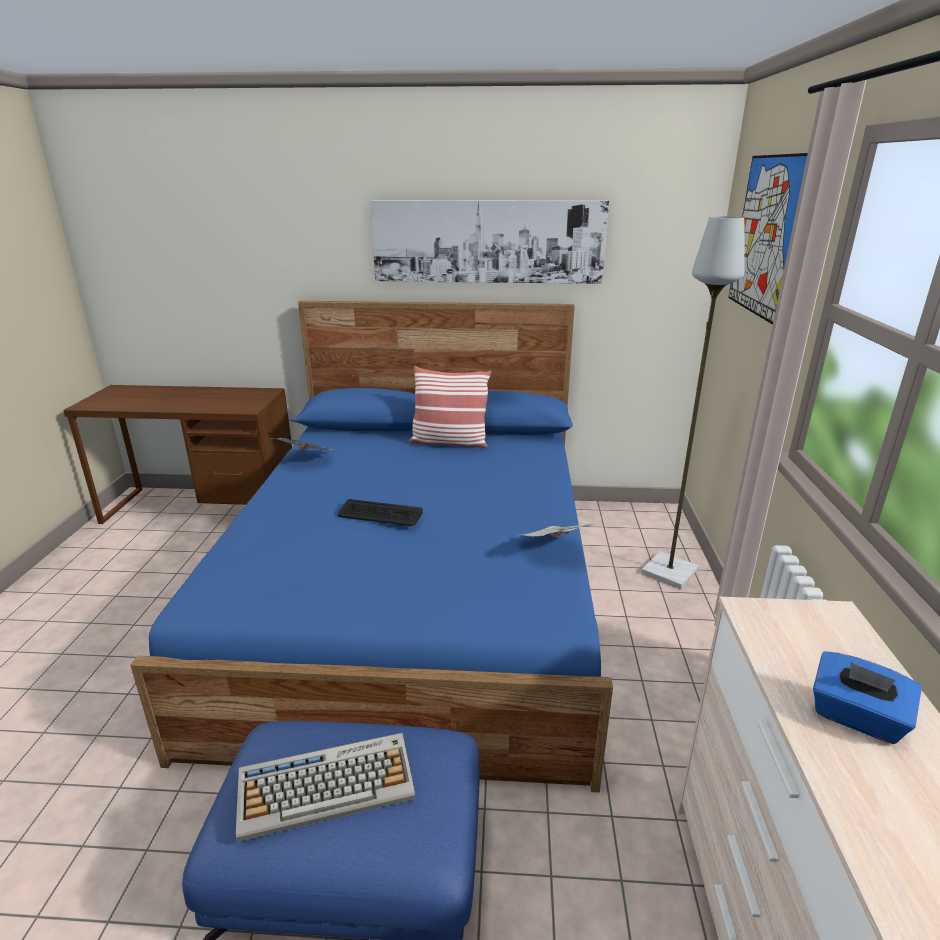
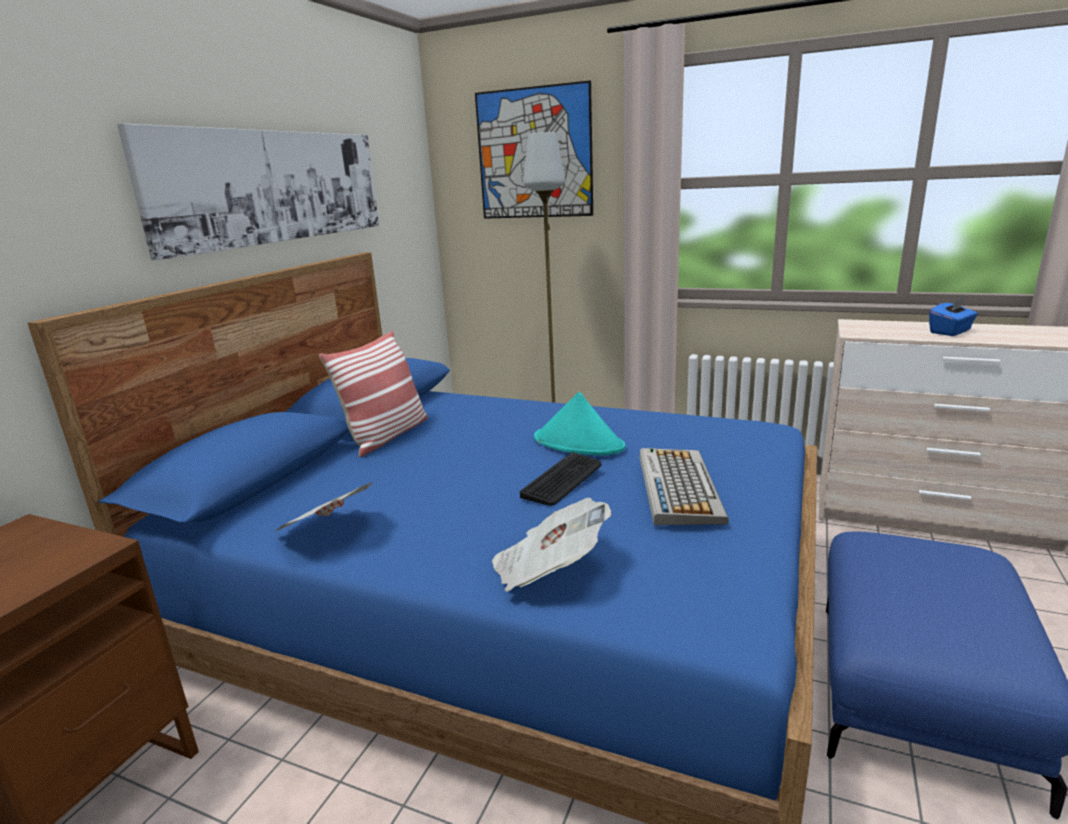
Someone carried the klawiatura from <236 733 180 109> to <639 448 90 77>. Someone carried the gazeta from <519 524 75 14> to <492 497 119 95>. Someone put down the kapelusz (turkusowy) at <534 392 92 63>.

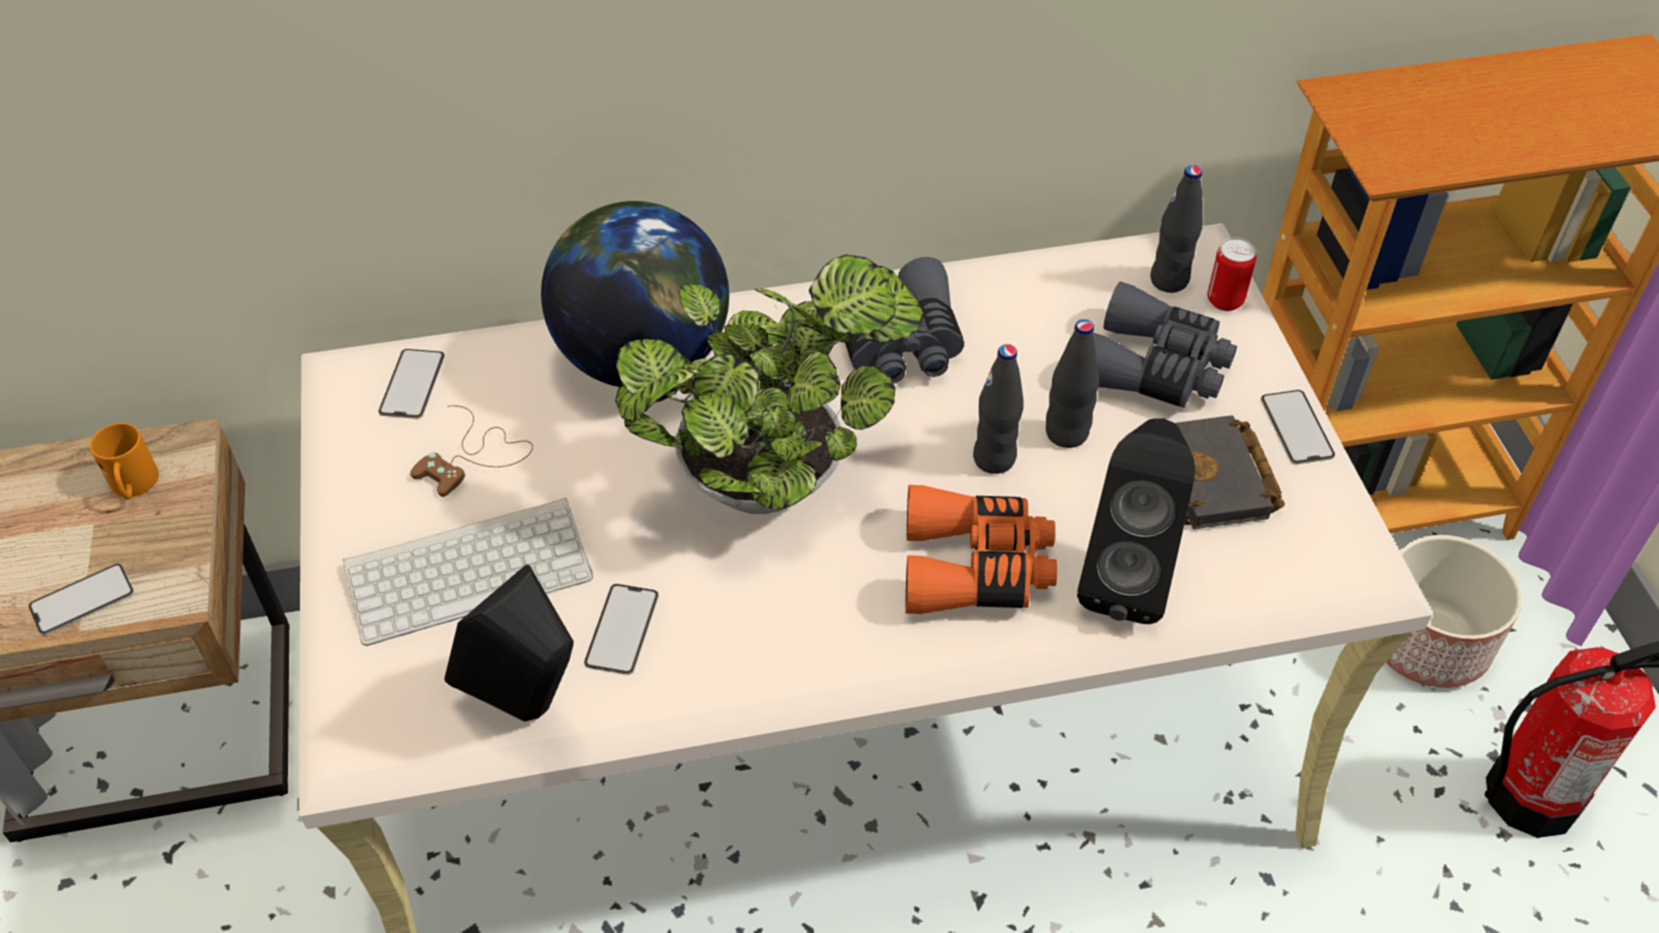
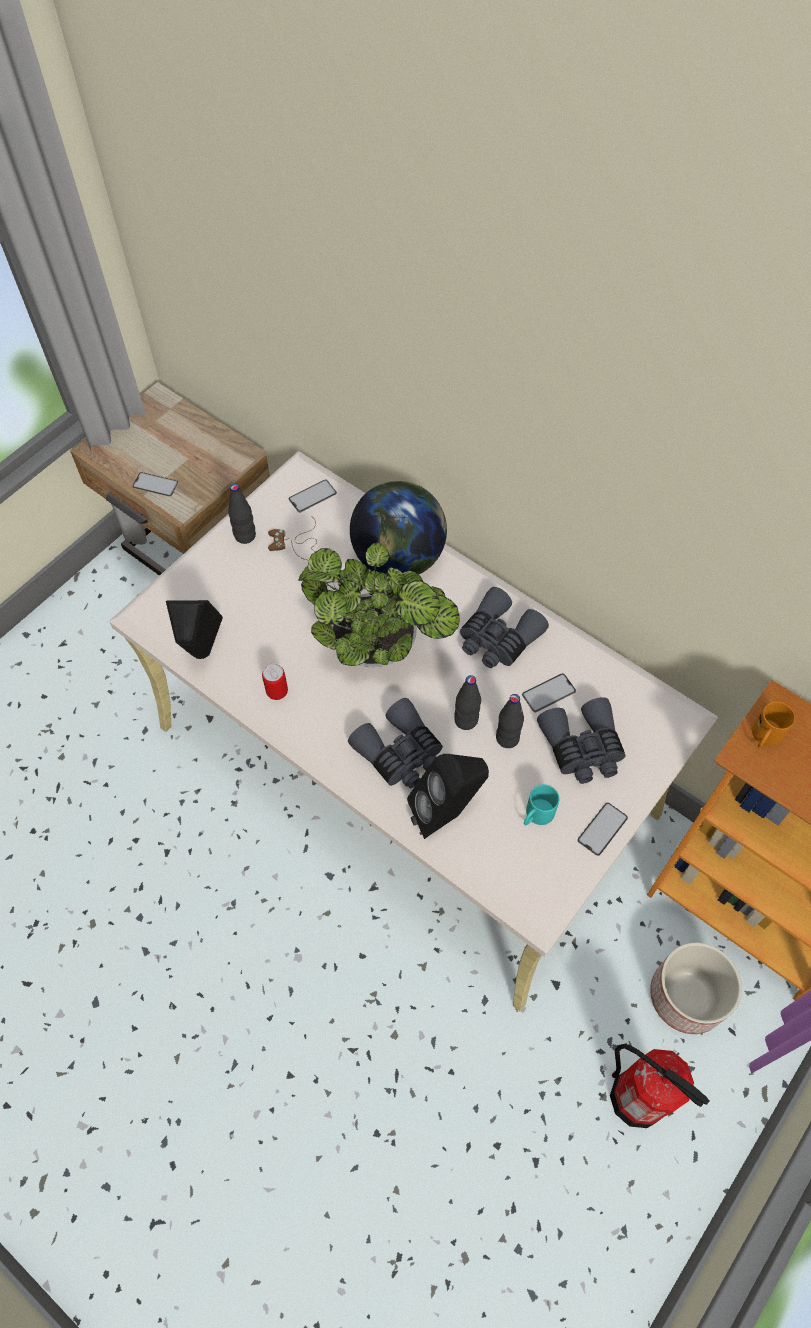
Someone carried the kubek (pomarańczowy) from <90 423 69 77> to <752 701 43 47>. Someone took away the klawiatura at <343 498 250 148>. Someone carried the telefon from <584 584 75 91> to <522 673 54 39>. Someone repainted the lornetka (pomarańczowy) at <905 485 152 129>, which became the lornetka (szary) at <348 698 95 90>. Someone carried the butelka (czarny) from <1150 165 53 128> to <228 484 28 60>. Someone swapped the książka (czarny) at <1175 415 110 114> for the kubek (turkusowy) at <524 784 35 41>. Someone carried the puszka from <1207 238 50 73> to <262 663 26 37>.

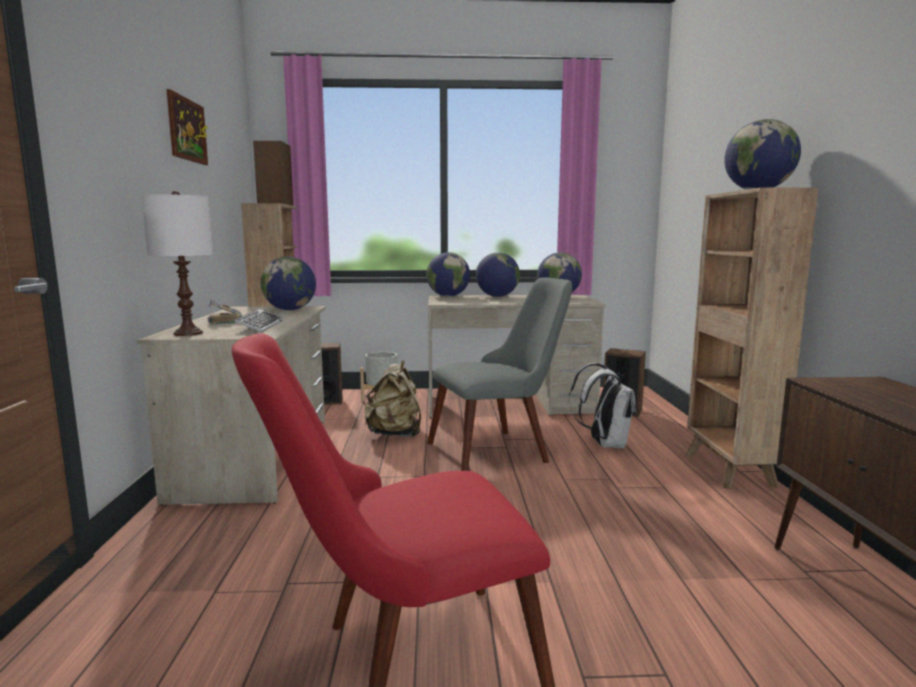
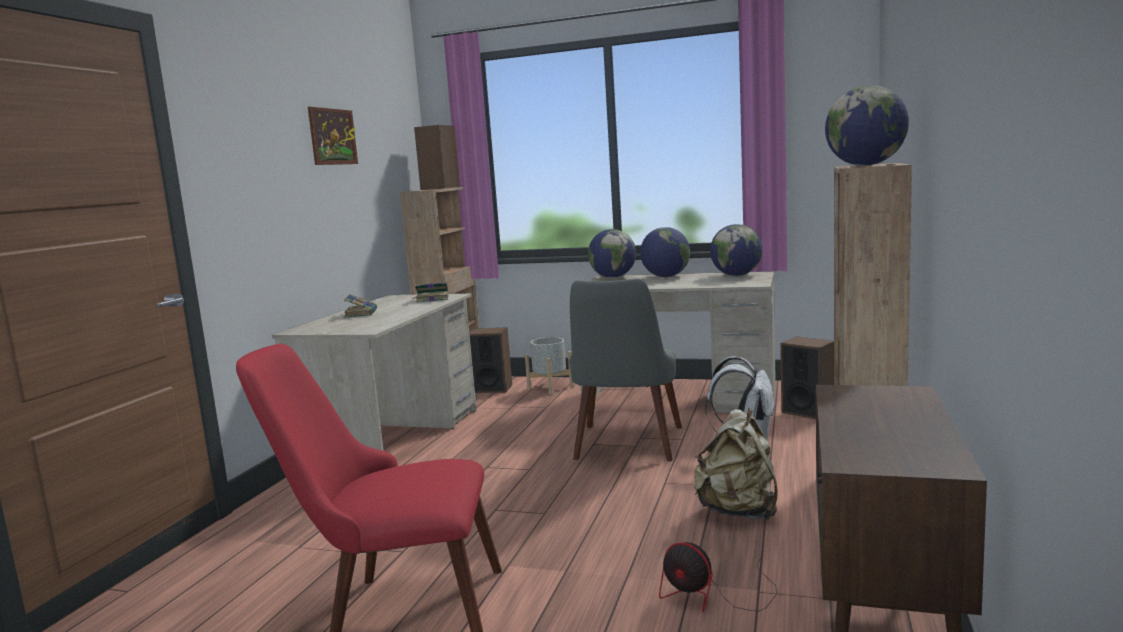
Someone took away the lampa stołowa (biały) at <141 191 72 145>. Someone took away the klawiatura at <234 309 49 23>. Someone swapped the globus at <261 256 55 54> for the książka at <411 282 38 21>. Someone carried the plecak (beżowy) from <365 361 56 76> to <694 408 84 112>. Someone rotated the krzesło (szary) at <428 277 144 194> by 105 degrees clockwise. Someone put down the wentylator at <659 542 119 70>.

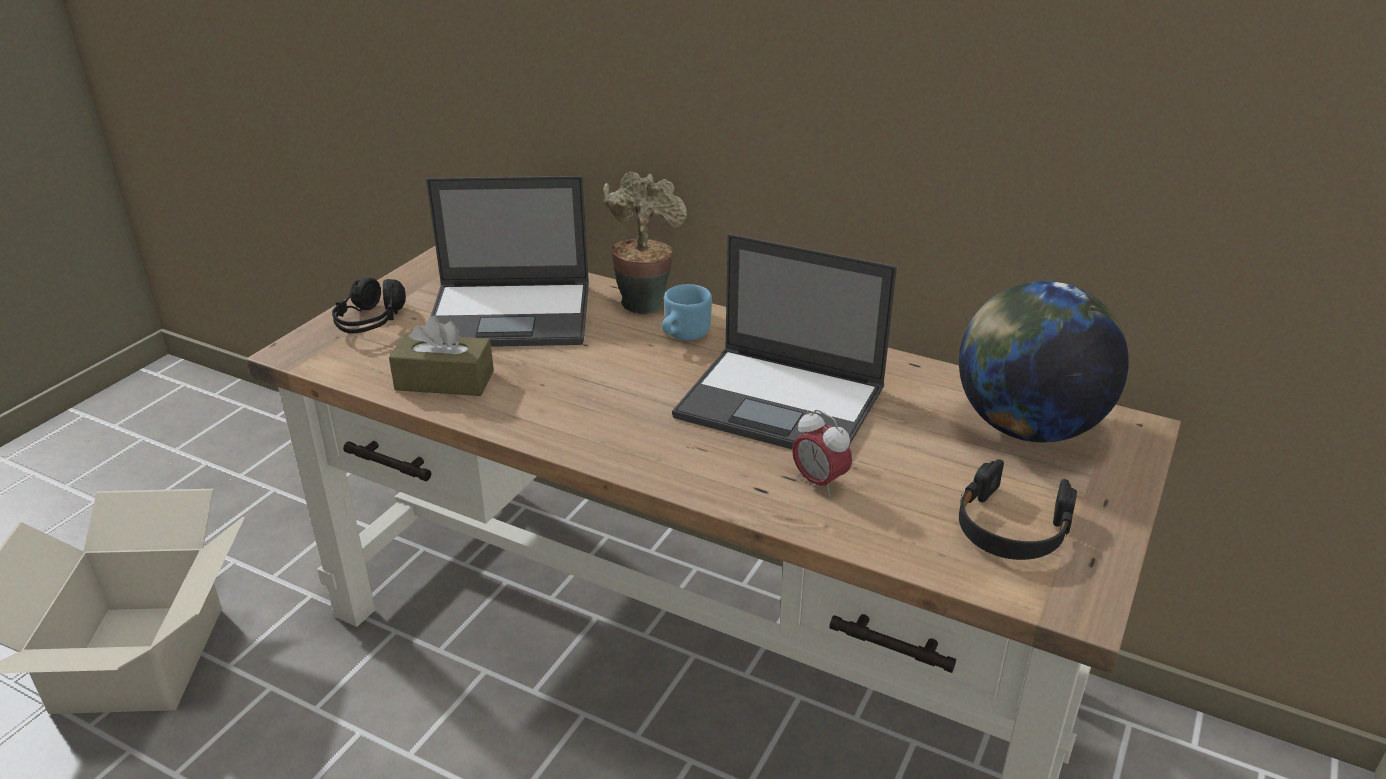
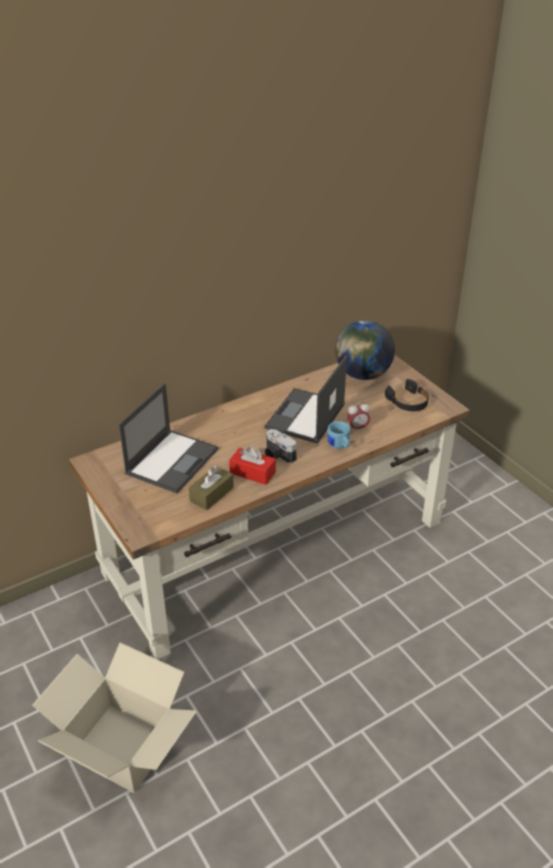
Someone took away the słuchawki (czarny) at <332 278 74 56>. Someone took away the roślina doniczkowa at <603 172 84 142>. Someone carried the kubek (niebieski) from <662 284 50 57> to <327 421 23 28>. Someone rotated the laptop at <672 234 225 215> by 150 degrees clockwise. Someone put down the pudełko chusteczek (czerwony) at <229 446 47 39>. Someone put down the aparat fotograficzny at <265 429 31 34>.

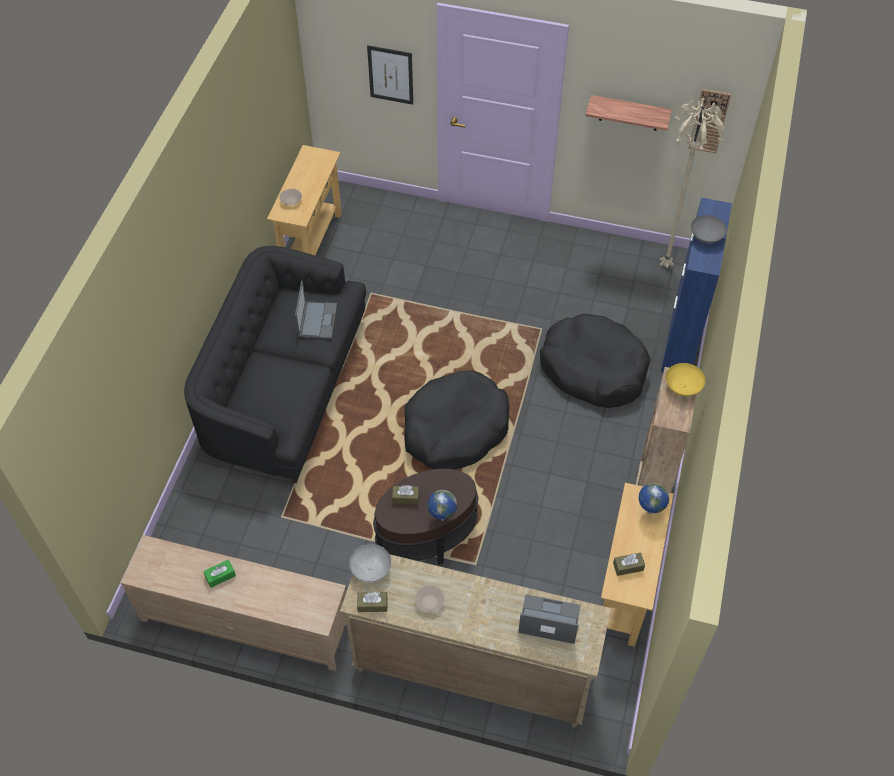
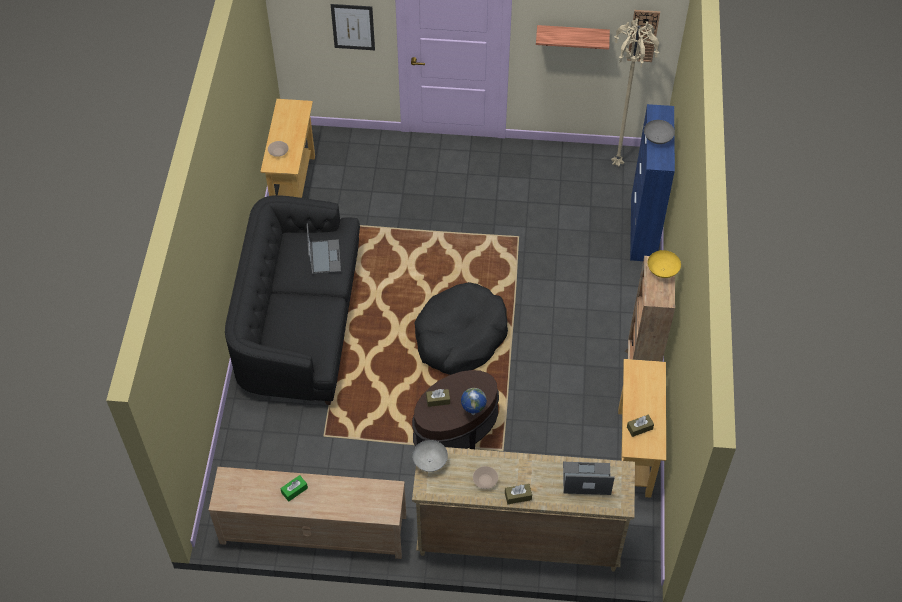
Someone carried the pudełko chusteczek (brązowy) from <357 592 31 20> to <505 484 27 20>. Someone took away the legowisko (czarny) at <540 314 110 94>. Someone took away the globus at <639 483 30 31>.

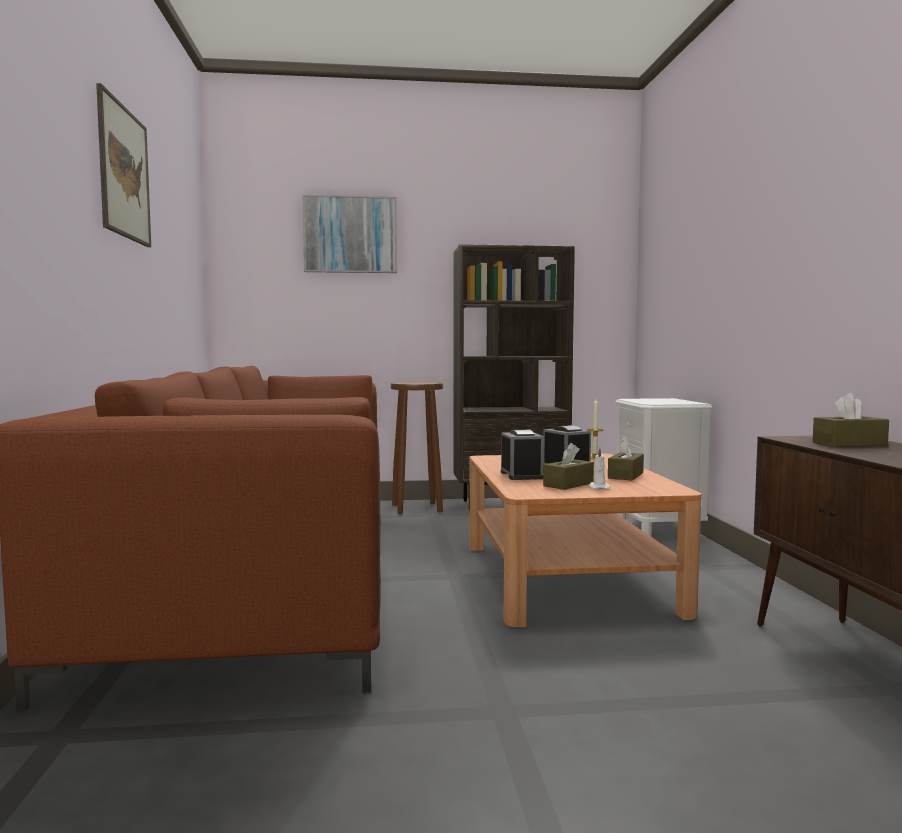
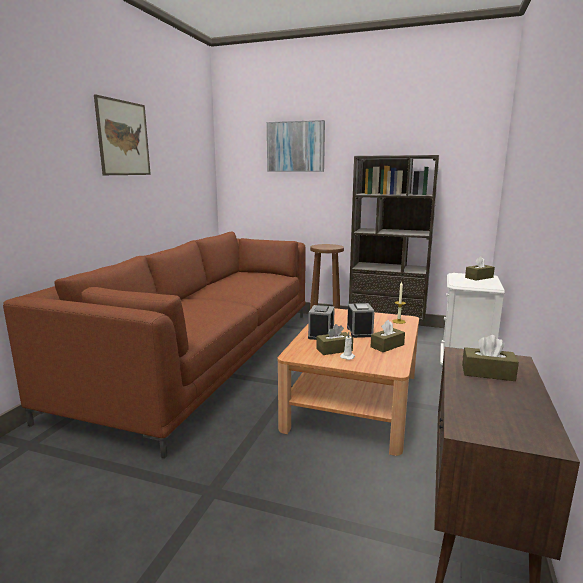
Someone put down the pudełko chusteczek (brązowy) at <465 256 30 25>.

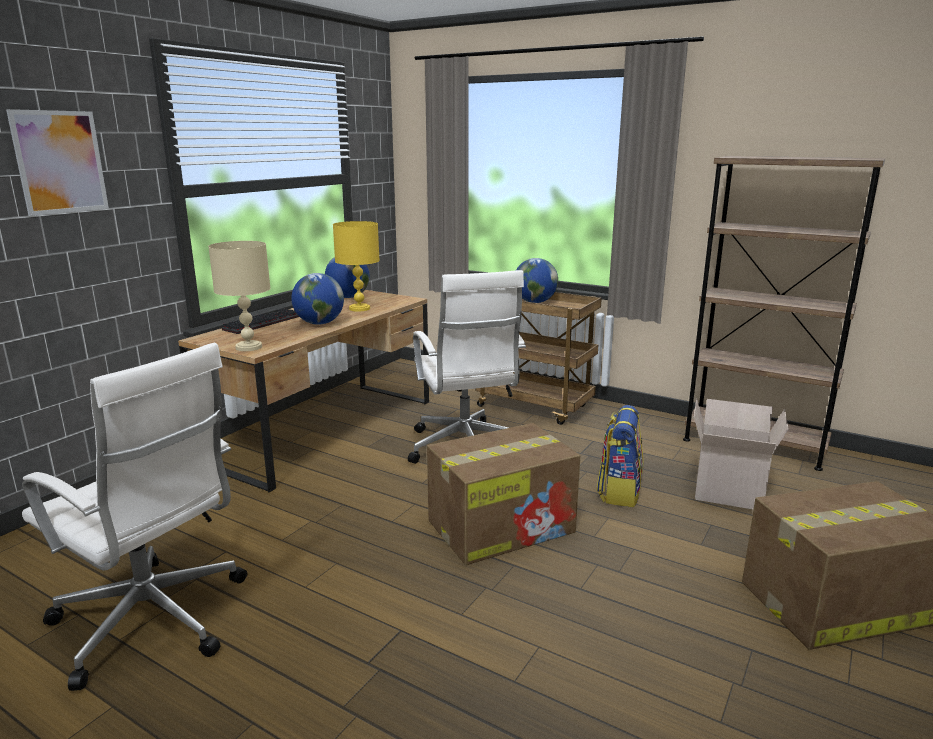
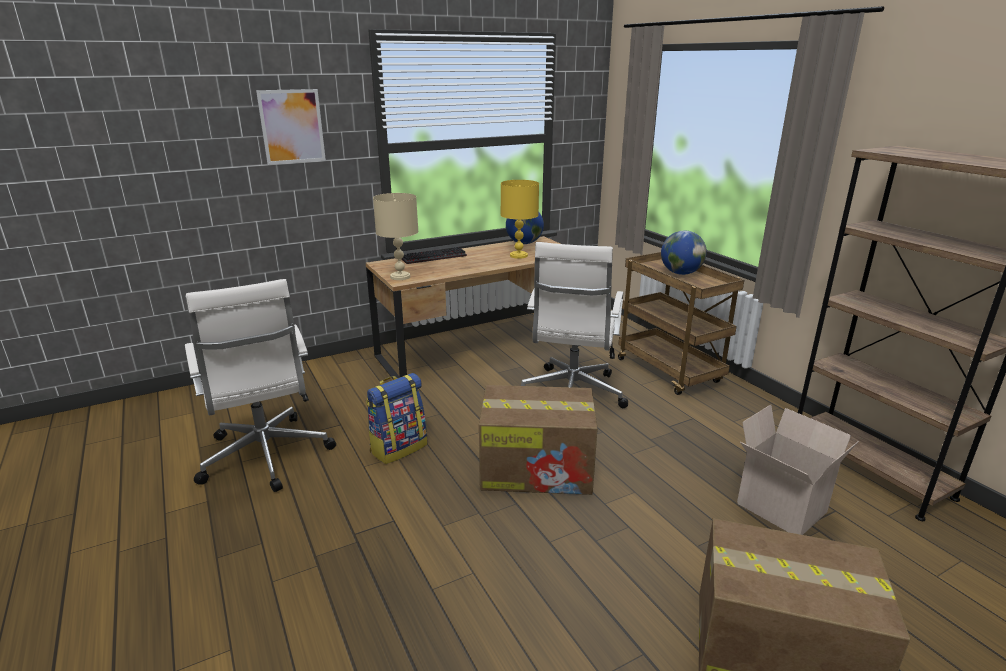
Someone took away the globus at <291 273 53 52>. Someone carried the plecak from <596 405 47 102> to <366 373 61 91>.

